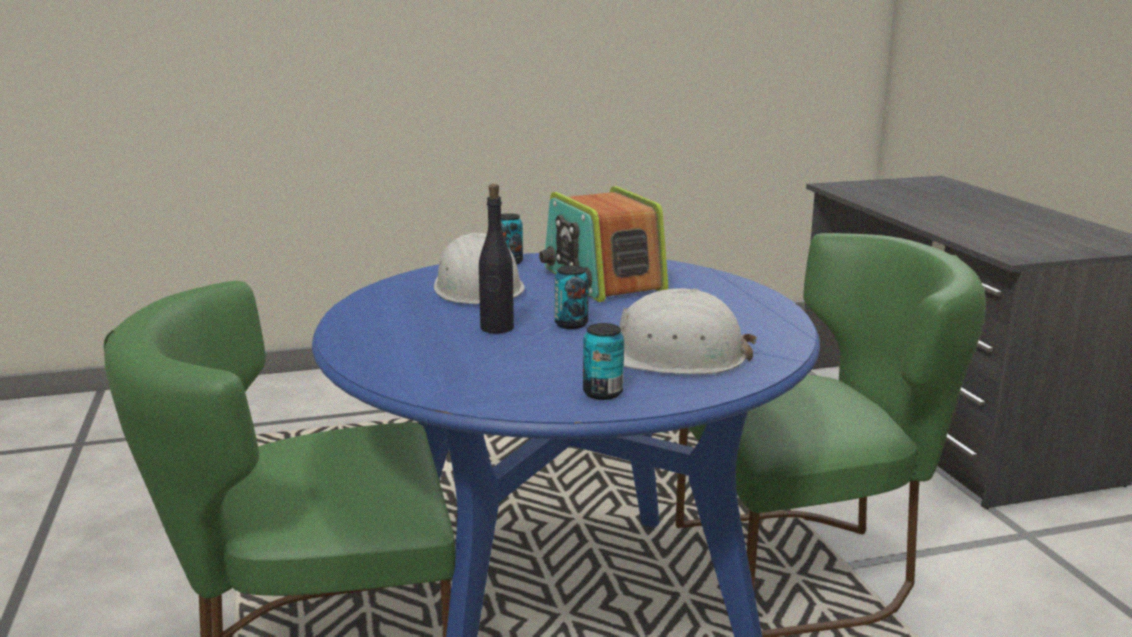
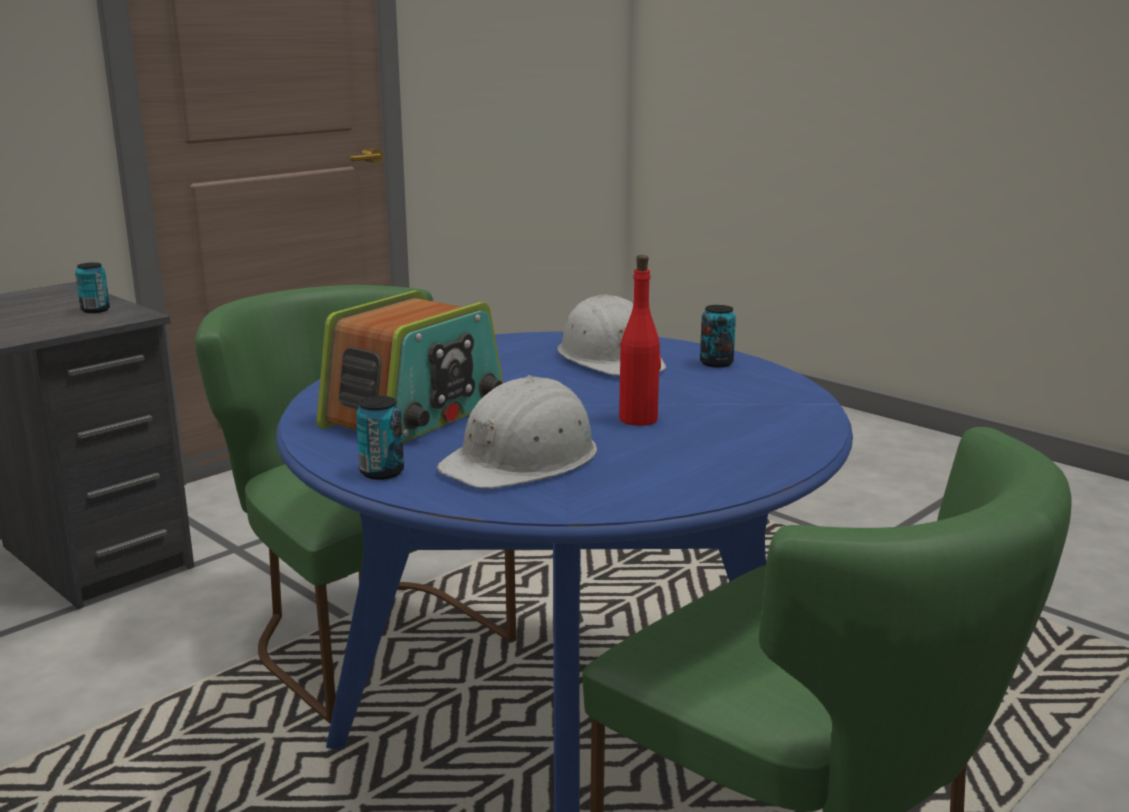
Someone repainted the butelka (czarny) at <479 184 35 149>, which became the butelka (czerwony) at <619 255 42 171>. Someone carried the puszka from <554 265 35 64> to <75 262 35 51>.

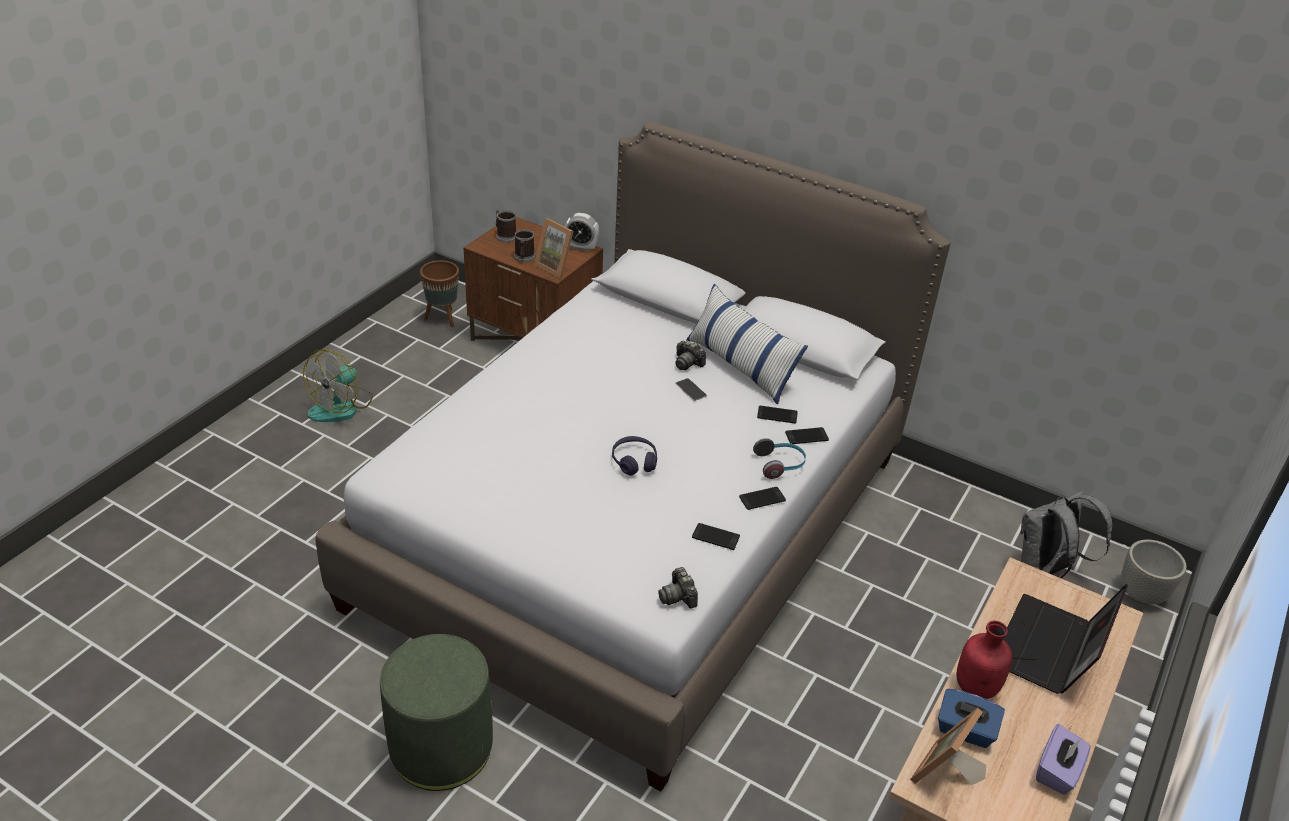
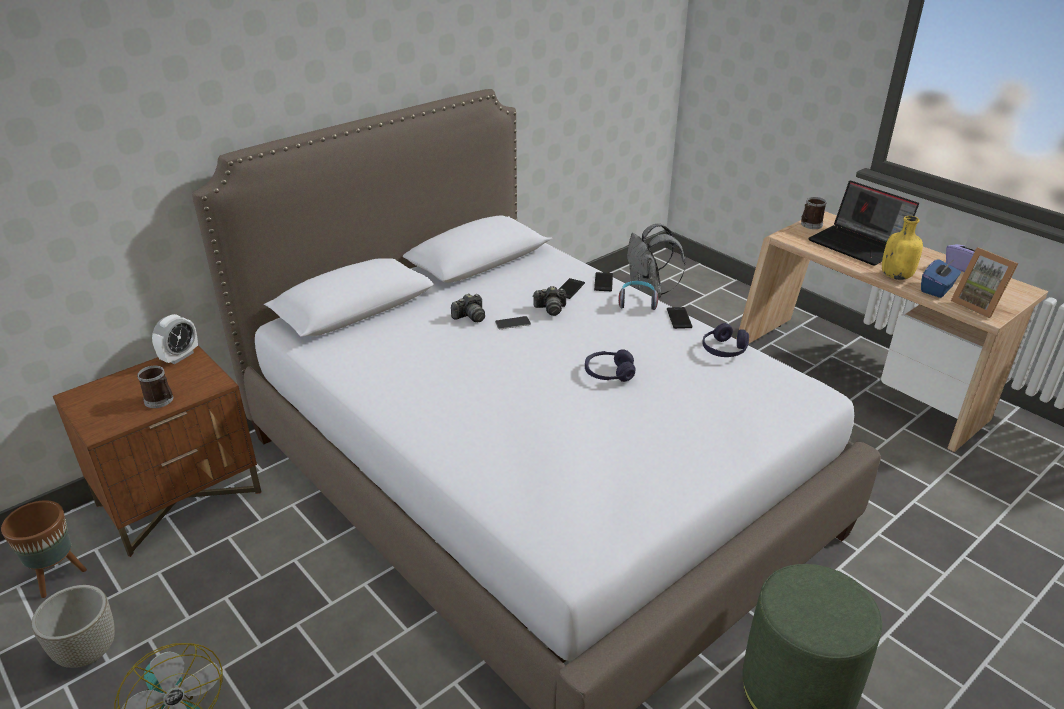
Someone carried the kubek from <496 210 20 33> to <801 197 26 32>. Someone took away the ramka na zdjęcie at <534 218 39 60>. Someone carried the aparat fotograficzny from <658 567 40 41> to <532 286 34 30>. Someone took away the poduszka at <686 284 122 120>. Someone swapped the telefon at <692 523 48 27> for the słuchawki (fioletowy) at <702 323 47 34>. Someone repainted the butelka (czerwony) at <956 620 56 79>, which became the butelka (żółty) at <882 216 41 64>. Someone carried the donica (szary) from <1121 540 66 64> to <31 585 84 83>.

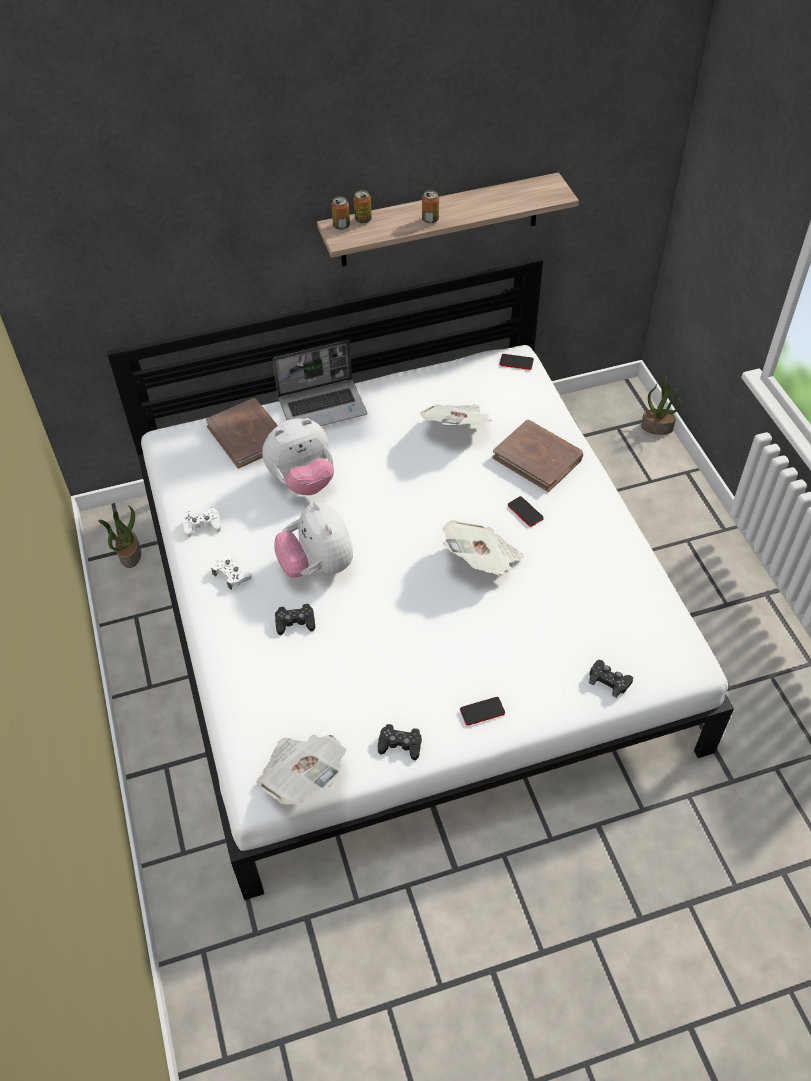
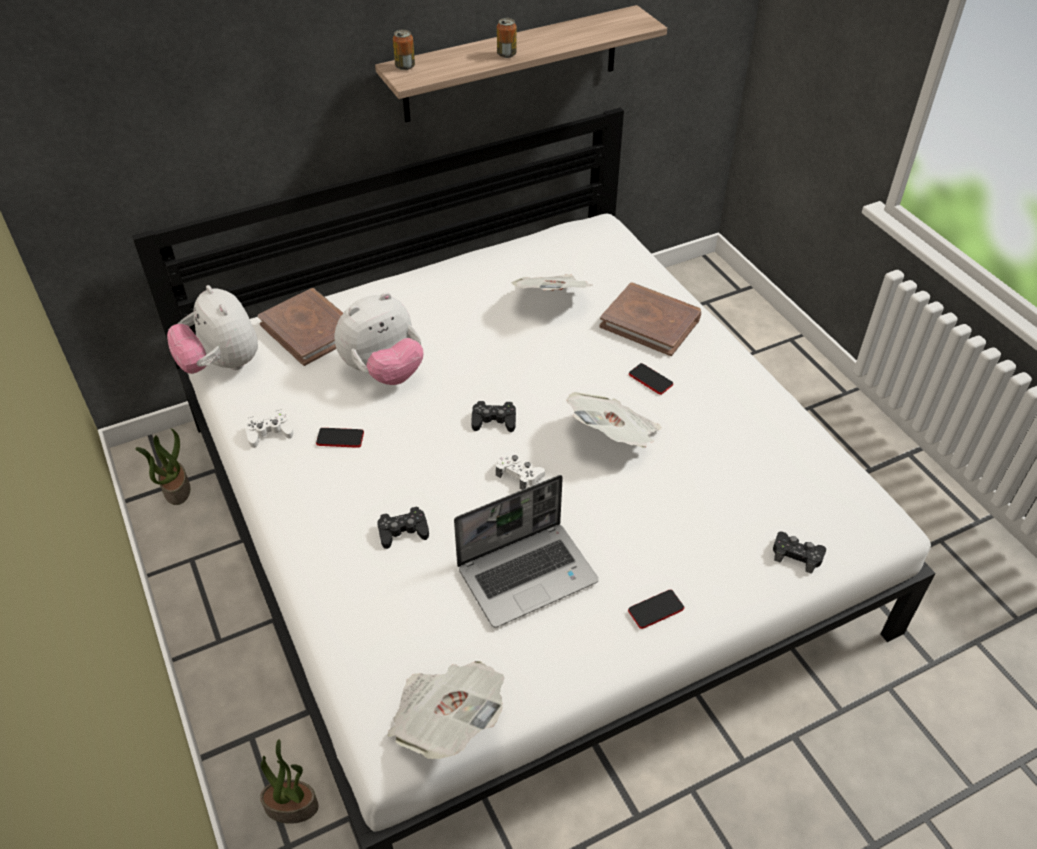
Someone carried the pad do gier (biały) from <211 555 41 35> to <496 451 49 39>. Someone carried the laptop from <273 340 94 86> to <454 475 145 153>. Someone carried the pluszak from <274 502 79 76> to <167 285 91 89>. Someone took away the puszka at <354 190 18 34>. Someone carried the pad do gier (czarny) from <378 724 44 36> to <471 401 45 31>. Someone carried the telefon from <500 354 34 16> to <316 428 48 20>. Someone carried the roślina doniczkowa from <641 376 40 59> to <260 739 59 85>.

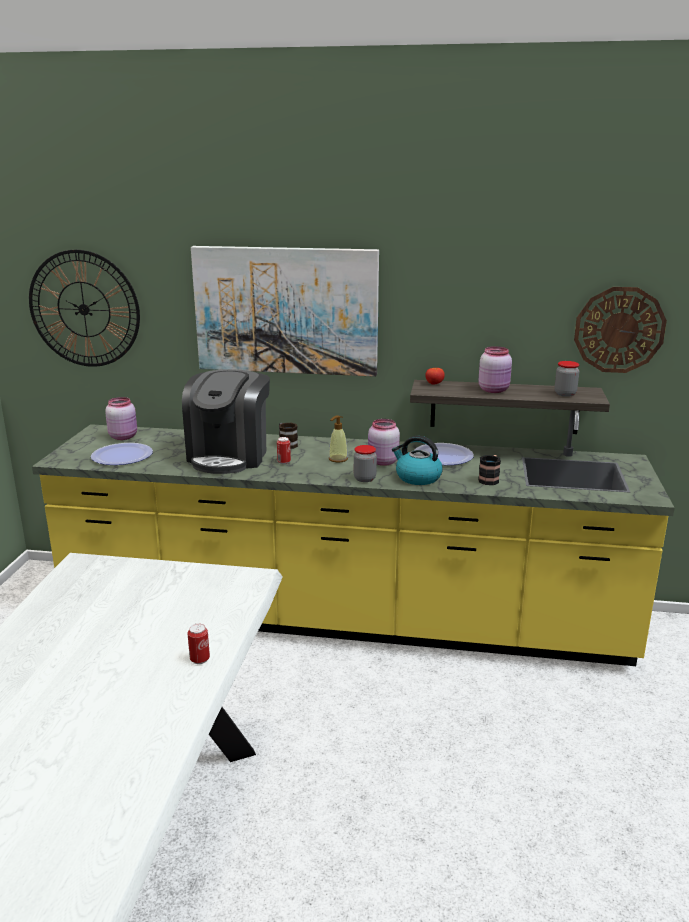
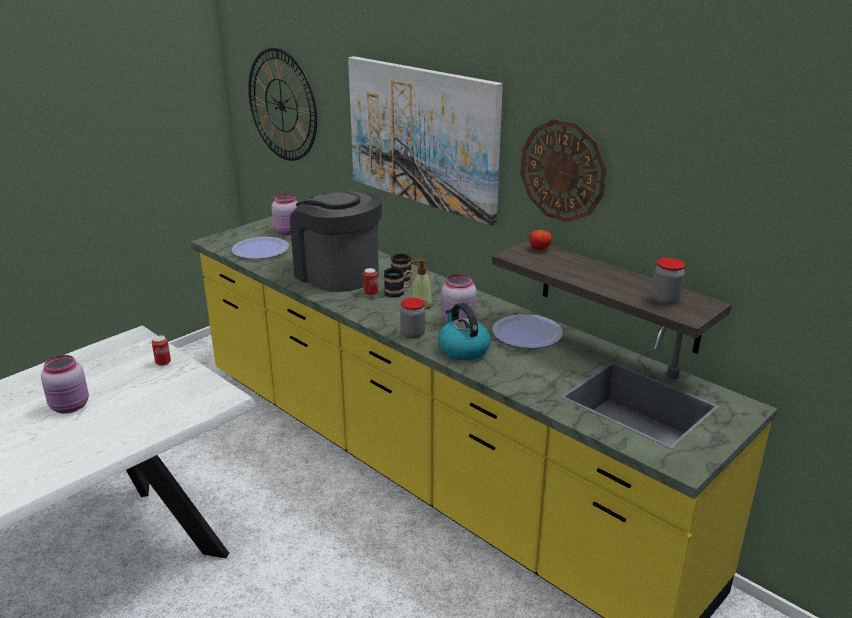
Someone rotated the ekspres do kawy at <182 369 88 105> by 90 degrees clockwise. Someone carried the puszka from <188 624 22 40> to <152 335 19 31>. Someone carried the słoik (różowy) from <478 346 34 47> to <41 355 48 58>. Someone carried the kubek from <478 455 23 30> to <384 268 28 30>. Someone carried the zegar ścienny from <574 287 93 86> to <520 119 87 103>.

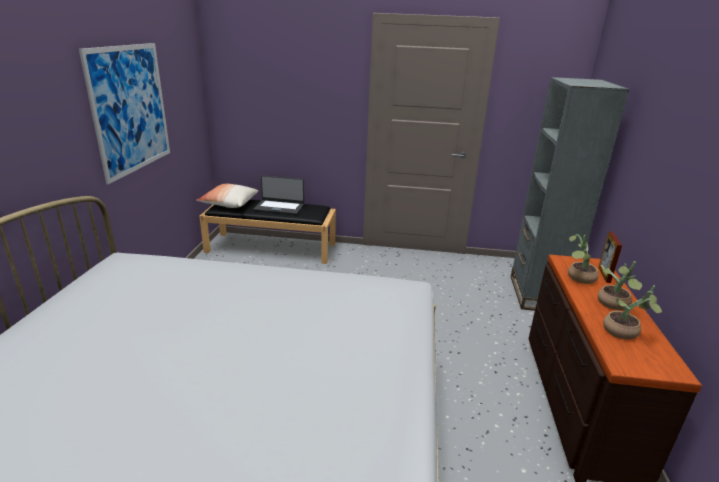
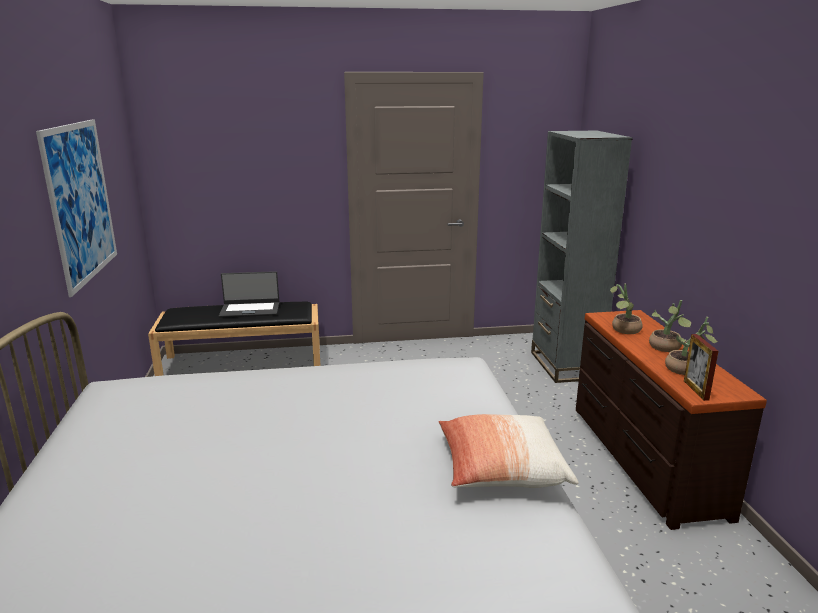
Someone carried the poduszka from <196 184 62 24> to <438 414 141 74>. Someone carried the ramka na zdjęcie from <598 232 24 51> to <684 334 35 67>.

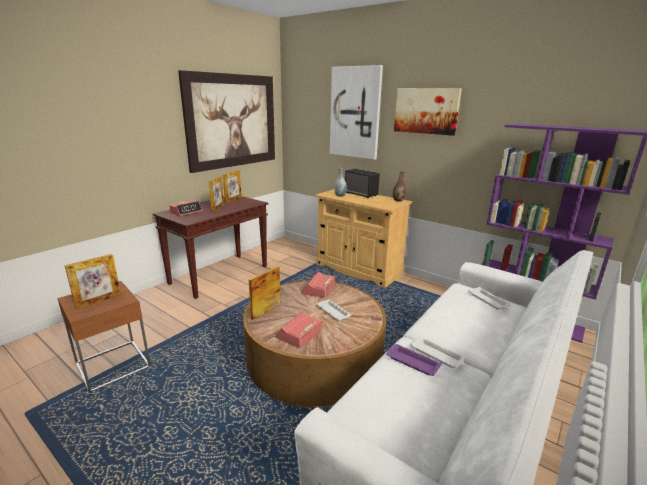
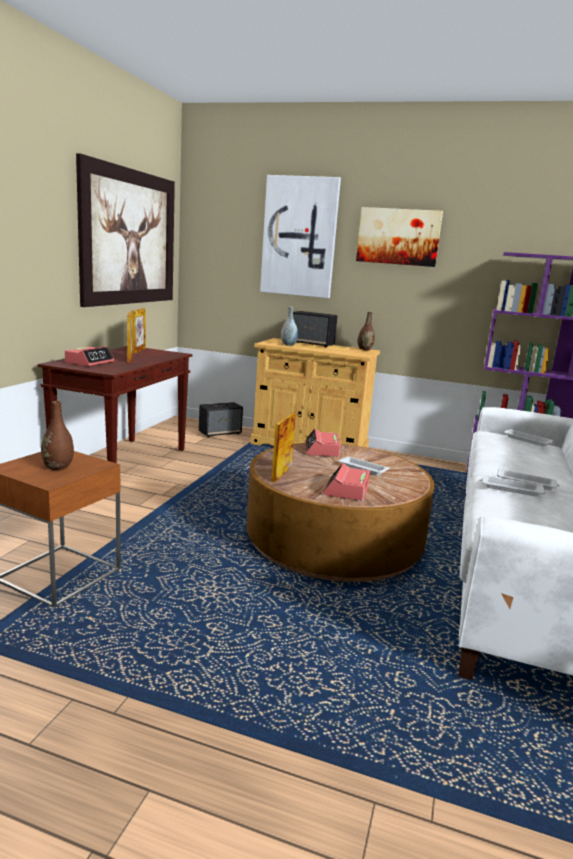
Someone swapped the ramka na zdjęcie at <65 254 56 55> for the wazon (brązowy) at <41 401 33 69>. Someone repainted the taca (fioletowy) at <386 344 56 32>, which became the taca (biały) at <479 475 66 21>. Someone put down the głośnik at <199 402 44 35>.

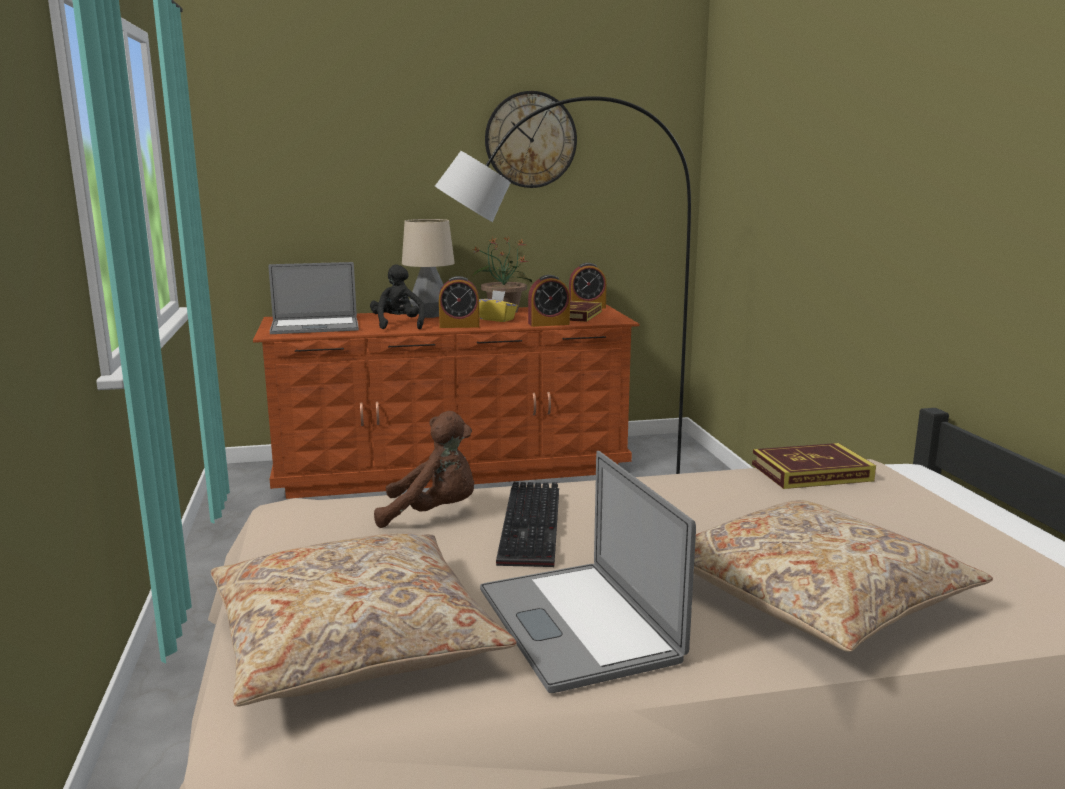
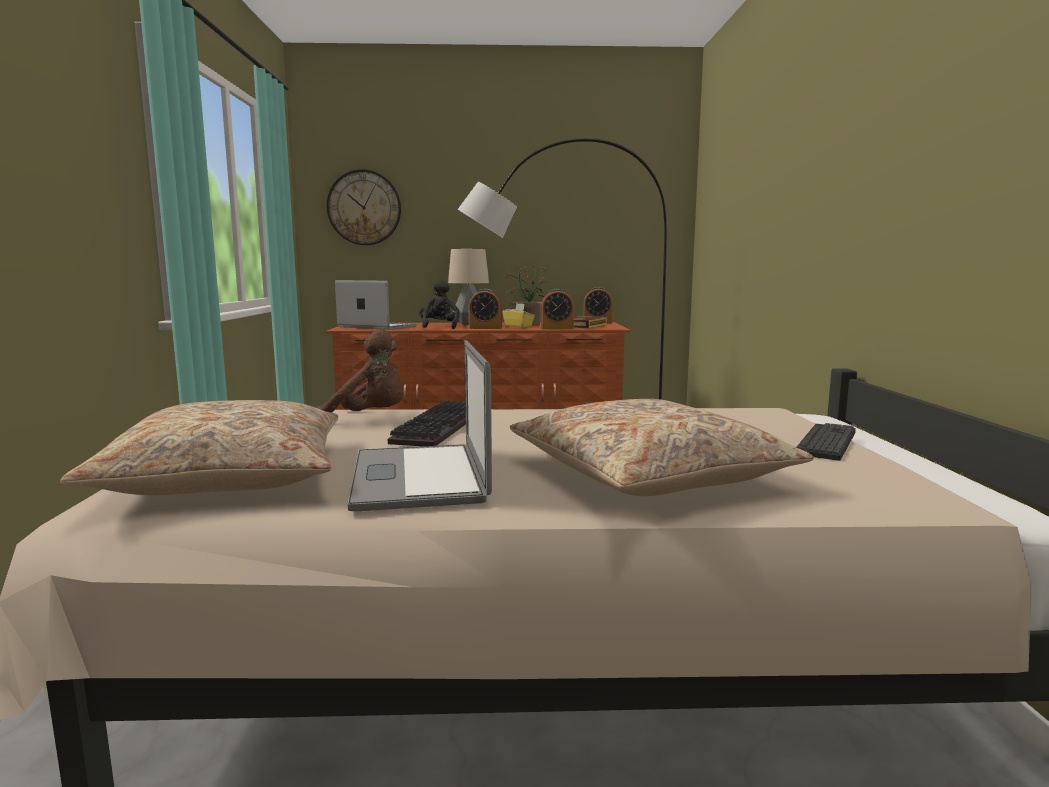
Someone rotated the laptop at <269 262 90 72> by 150 degrees counterclockwise. Someone carried the zegar ścienny from <485 91 92 97> to <327 169 74 76>. Someone took away the książka at <752 443 124 46>. Someone put down the klawiatura at <796 423 60 38>.

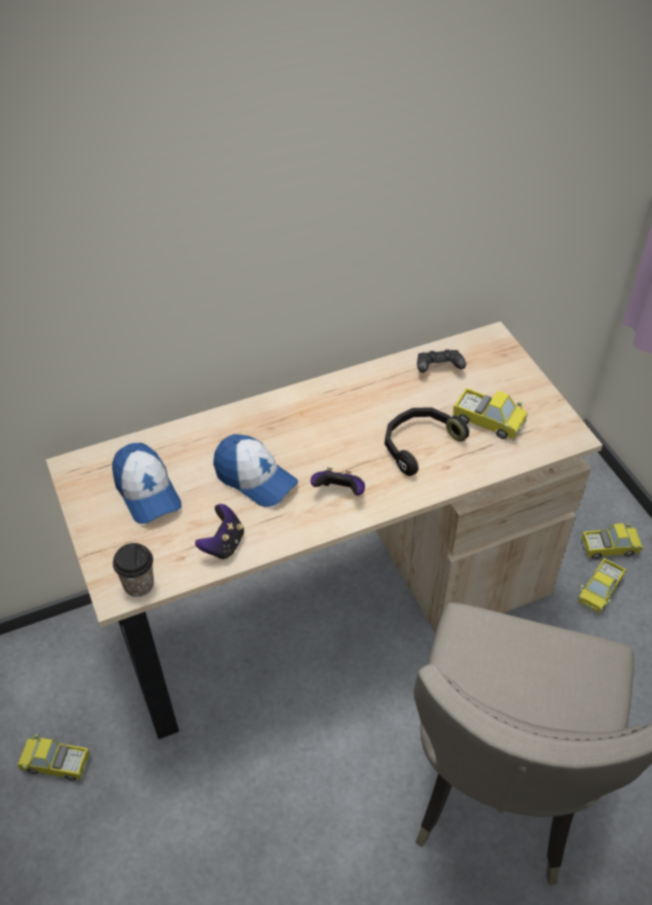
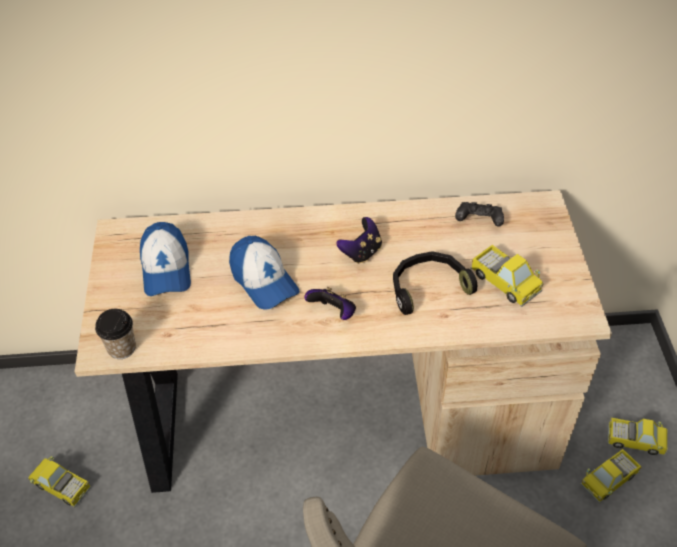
Someone carried the pad do gier from <195 504 49 56> to <336 217 46 47>.

